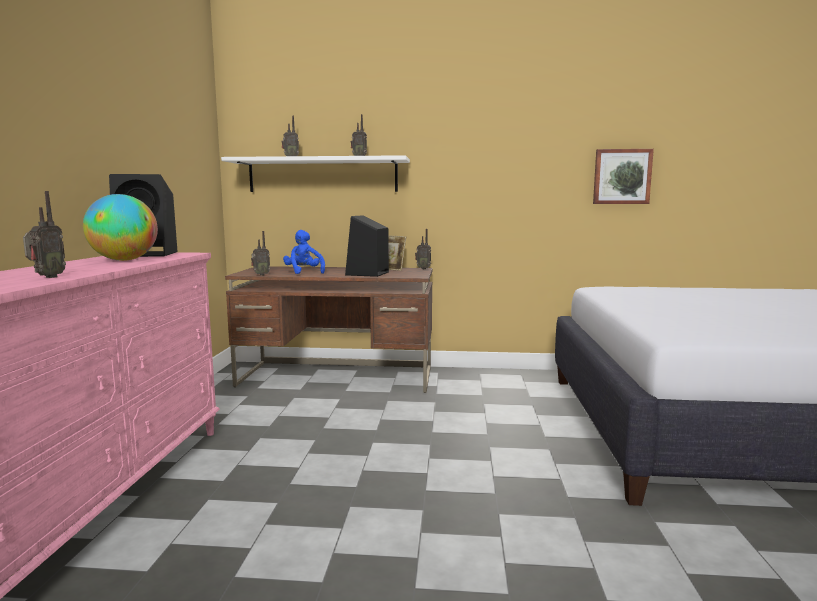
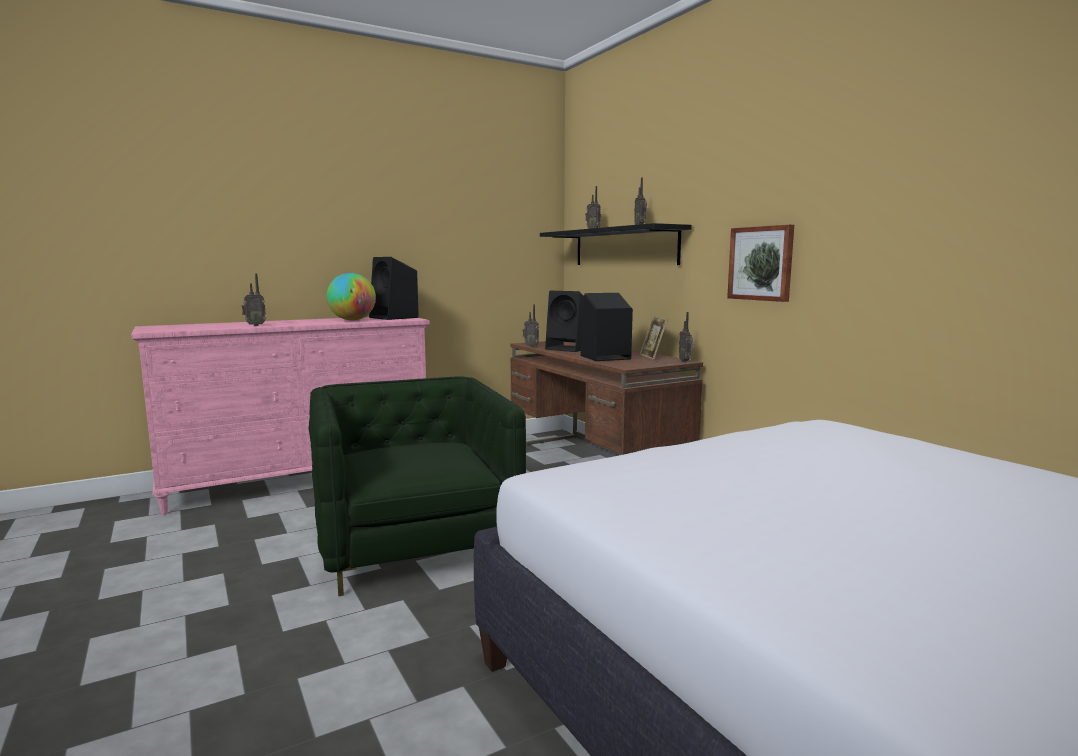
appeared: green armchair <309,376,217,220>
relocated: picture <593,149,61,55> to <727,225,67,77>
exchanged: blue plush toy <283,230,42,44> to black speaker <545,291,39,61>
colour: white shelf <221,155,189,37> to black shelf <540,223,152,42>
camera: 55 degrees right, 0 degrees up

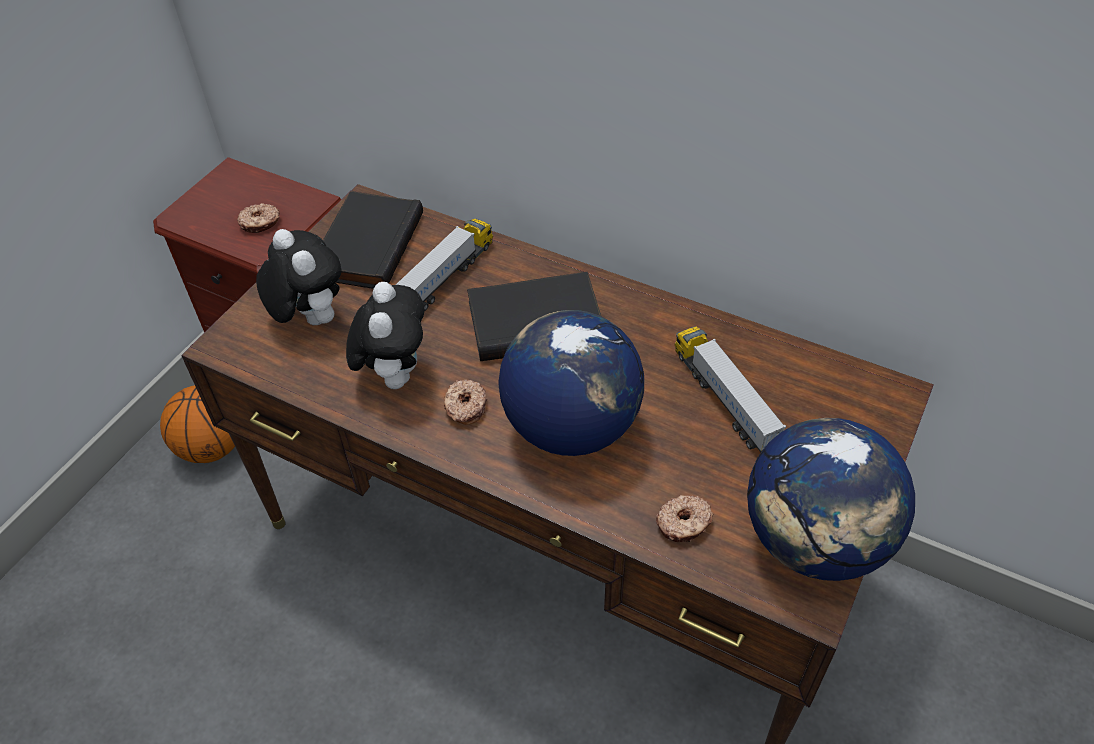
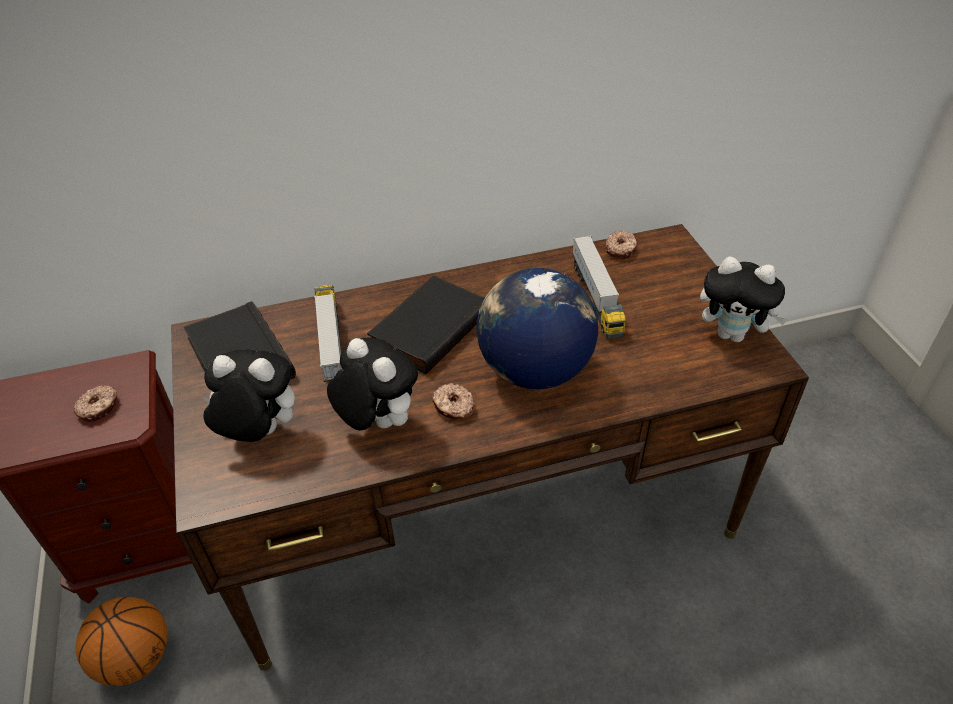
relocated: donut <656,495,57,47> to <606,230,31,29>
exchanged: globe <747,418,168,163> to plush toy <700,257,88,85>
spun: toy truck <675,327,111,125> = <572,236,54,102> 120 degrees counterclockwise
camera: 45 degrees left, 5 degrees down

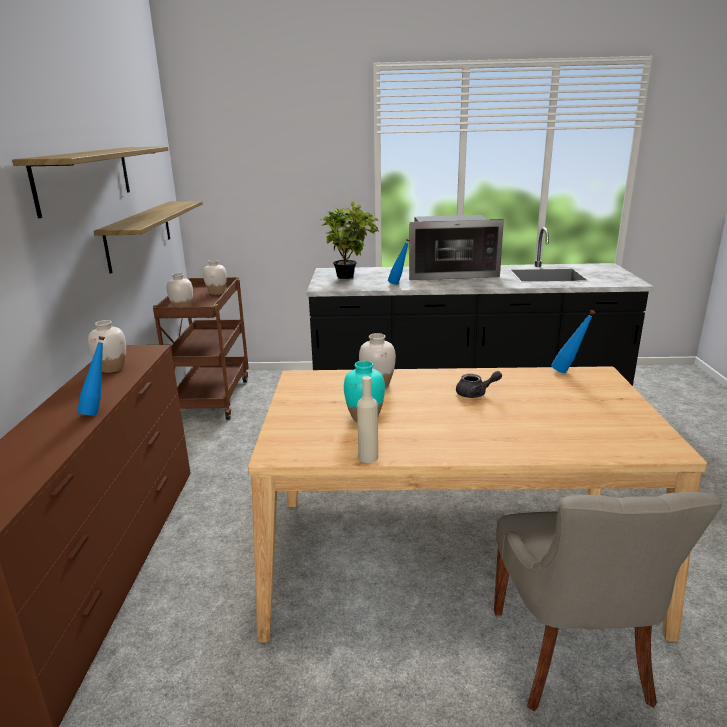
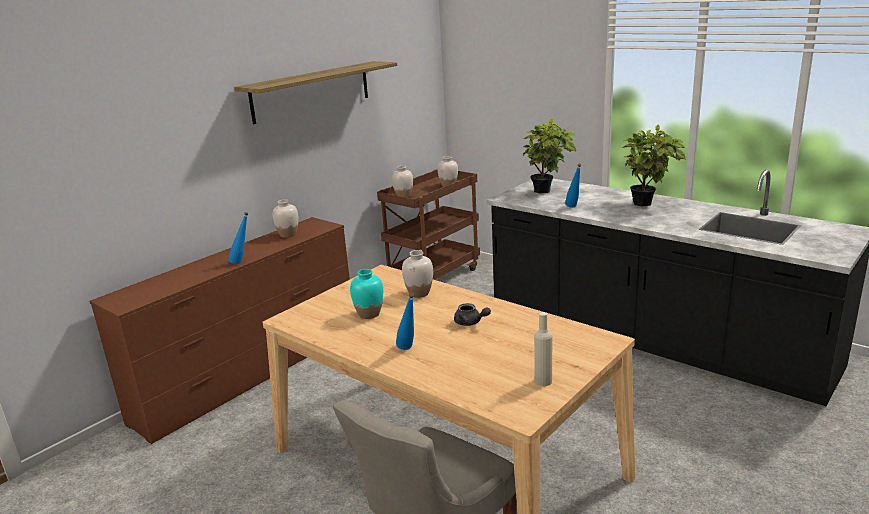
missing: shelf <94,201,109,72>
relocated: beige bottle <357,376,21,87> to <534,312,18,74>; blue bottle <551,310,44,63> to <396,293,18,57>
exchanged: microwave <409,215,95,65> to potted plant <622,125,64,82>
camera: 40 degrees right, 0 degrees up

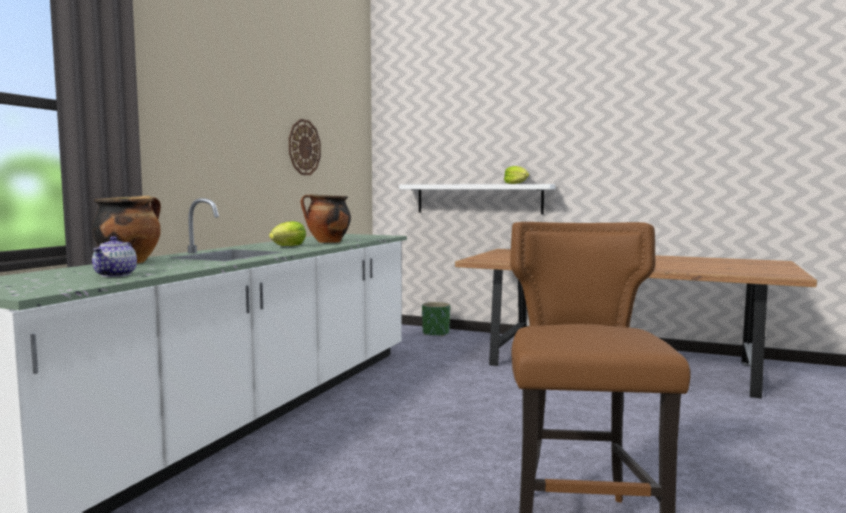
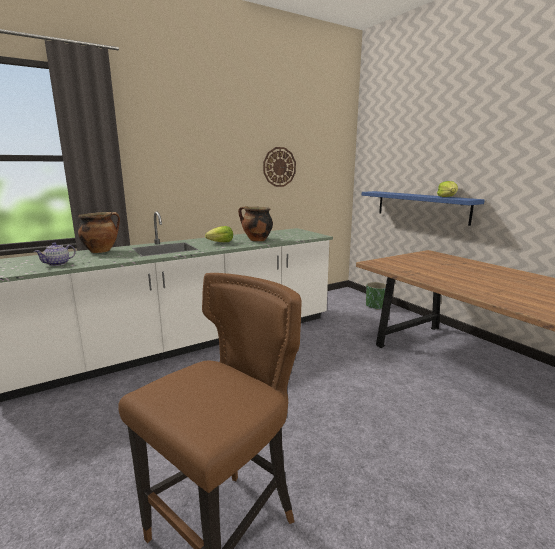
colour: white shelf <399,184,157,31> to blue shelf <362,191,123,35>
camera: 35 degrees right, 10 degrees up

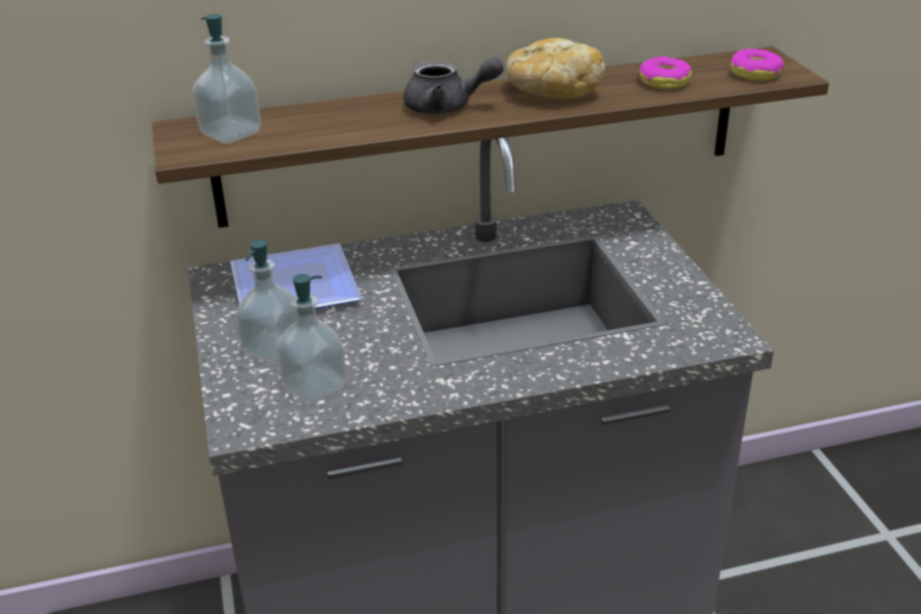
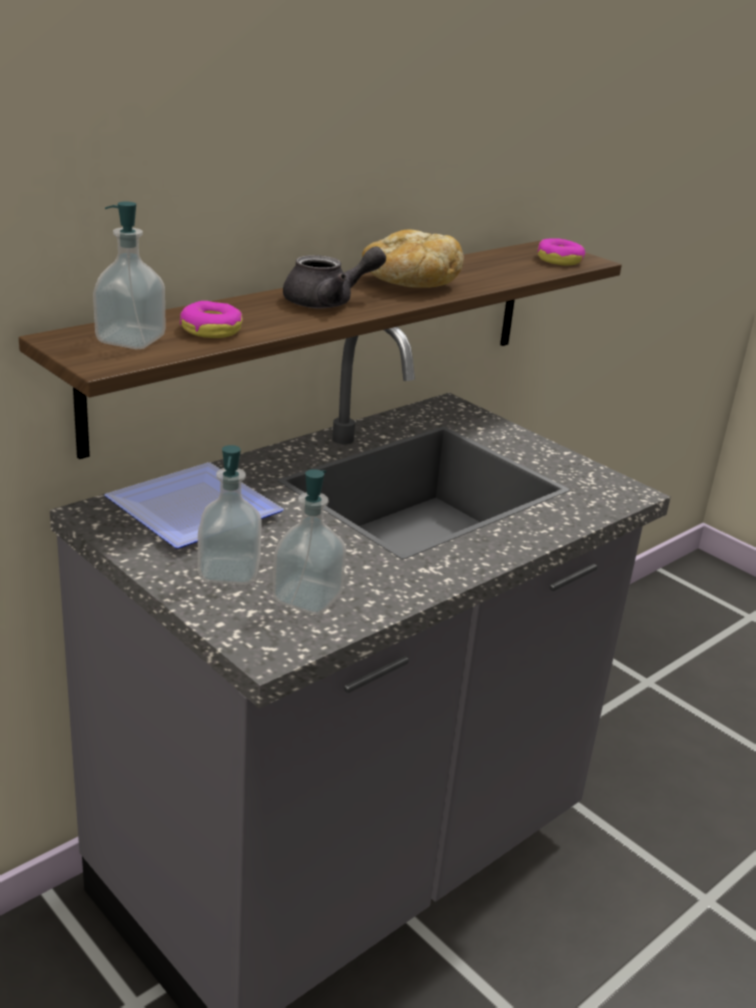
relocated: donut <638,56,54,33> to <180,301,63,37>
camera: 30 degrees left, 5 degrees down

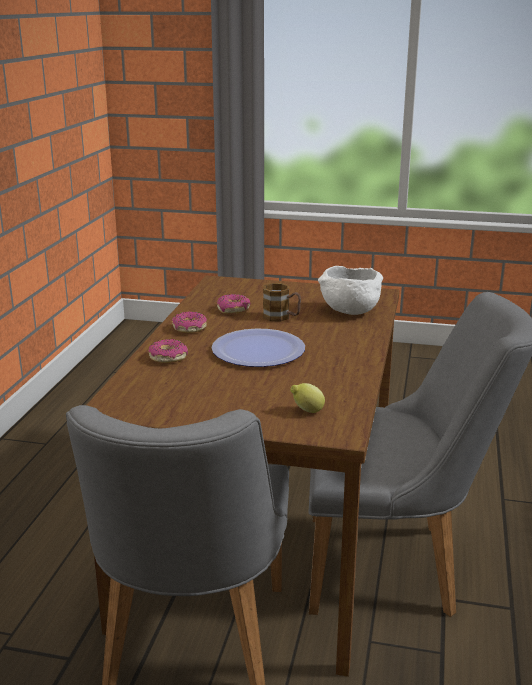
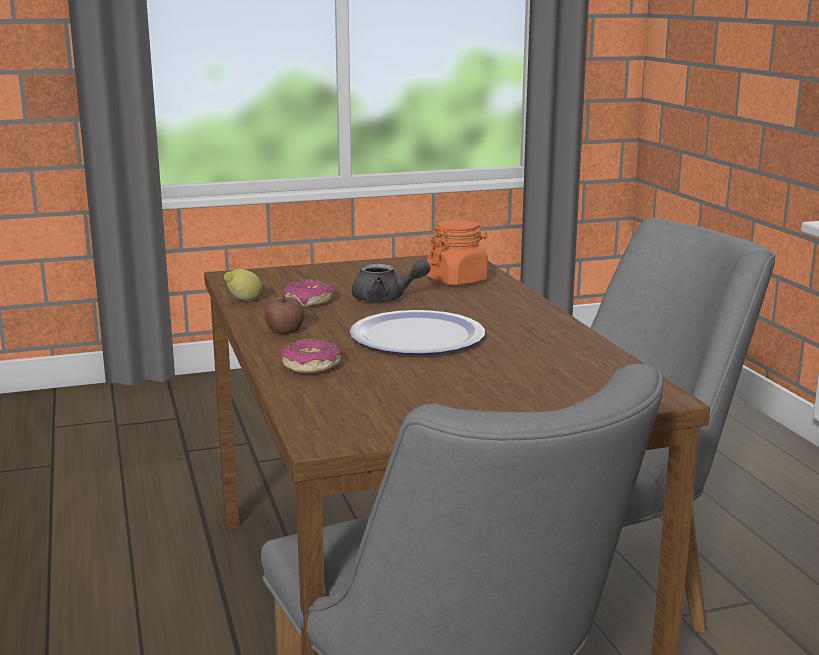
relocated: lemon <290,383,35,30> to <224,269,38,32>
exchanged: donut <172,311,35,22> to apple <264,295,40,39>; mug <263,283,38,39> to grey teapot <352,259,79,44>; white bowl <318,266,65,49> to orange jar <427,219,61,66>
camera: 30 degrees left, 5 degrees down

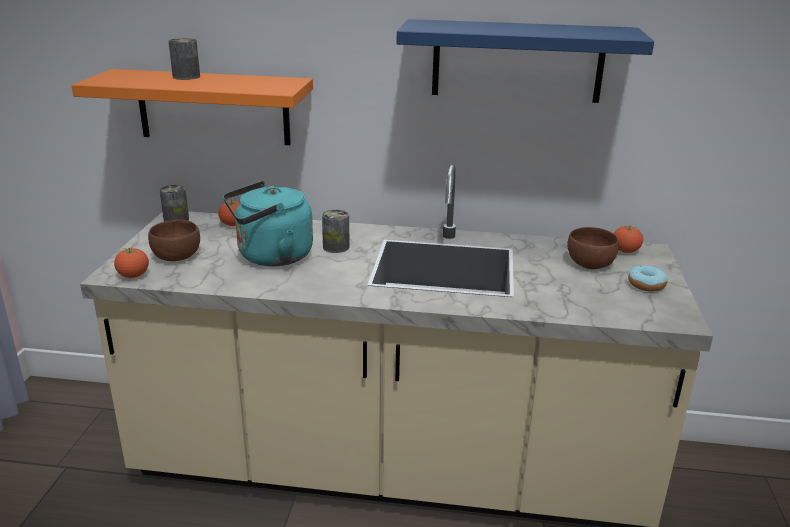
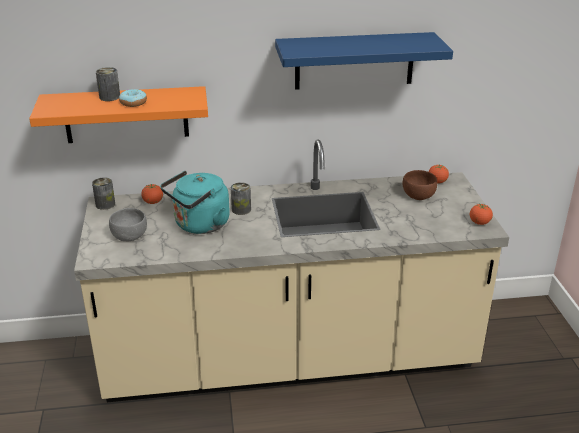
relocated: tomato <114,247,35,31> to <470,203,23,22>; donut <628,265,40,27> to <119,89,28,18>
colour: brown bowl <148,220,52,41> to grey bowl <109,208,38,33>
camera: 15 degrees left, 5 degrees up

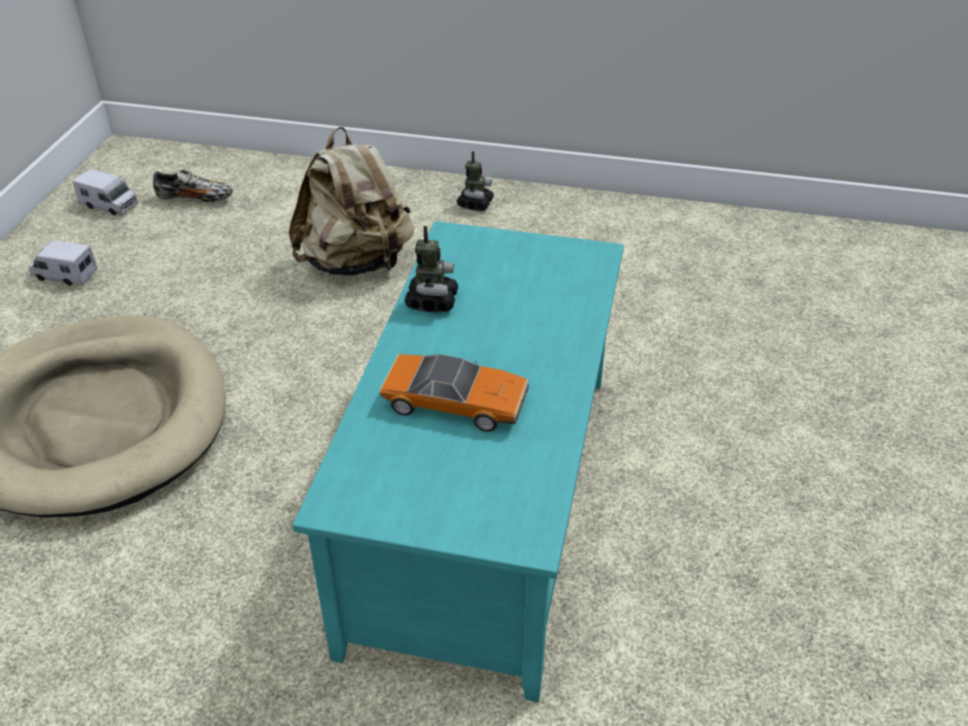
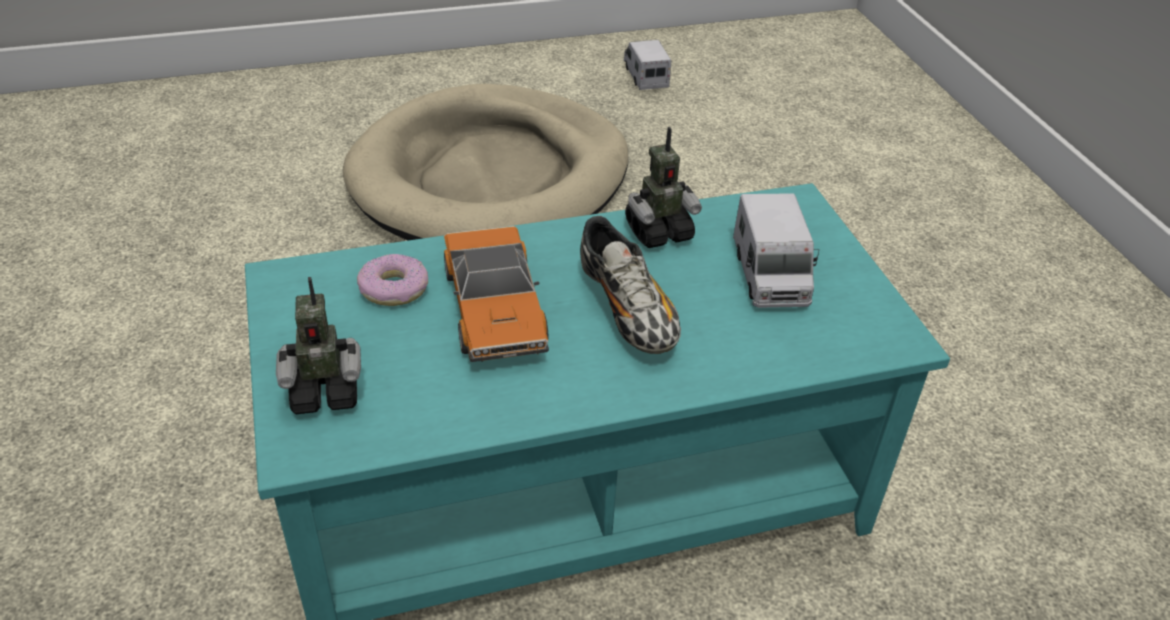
missing: beige backpack <289,127,125,149>
appeared: donut <357,254,71,52>
relocated: toy truck <72,169,66,46> to <733,193,86,115>; shoe <153,170,80,32> to <580,216,101,138>; toy robot <457,151,37,60> to <276,277,85,137>
camera: 60 degrees right, 0 degrees up

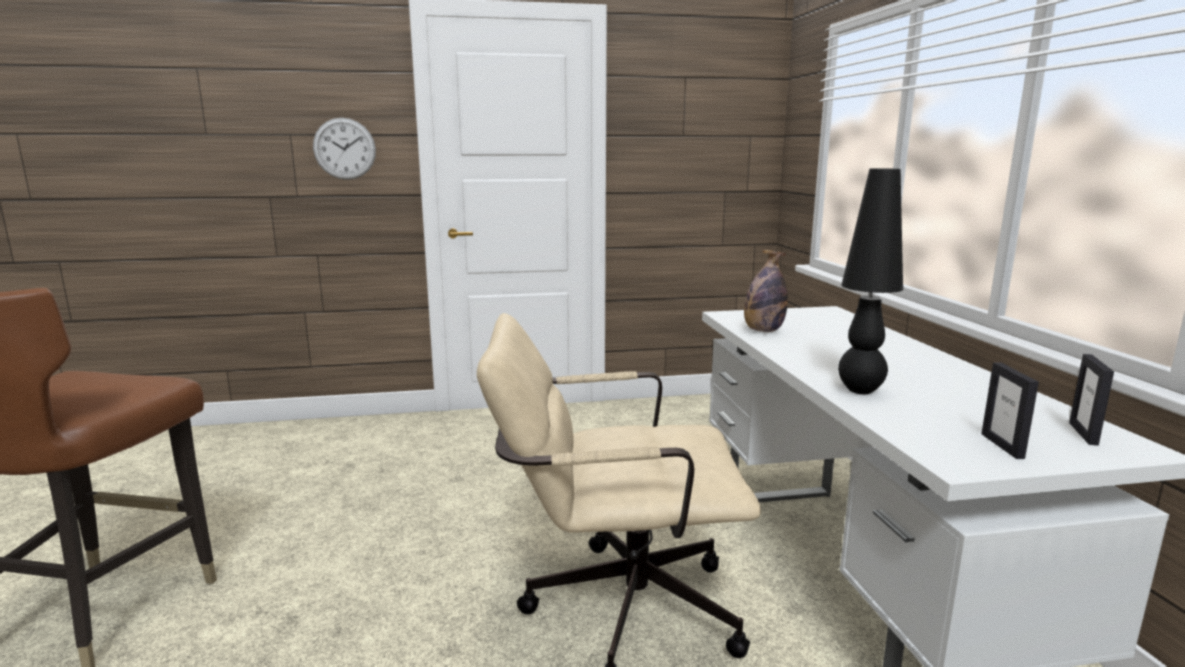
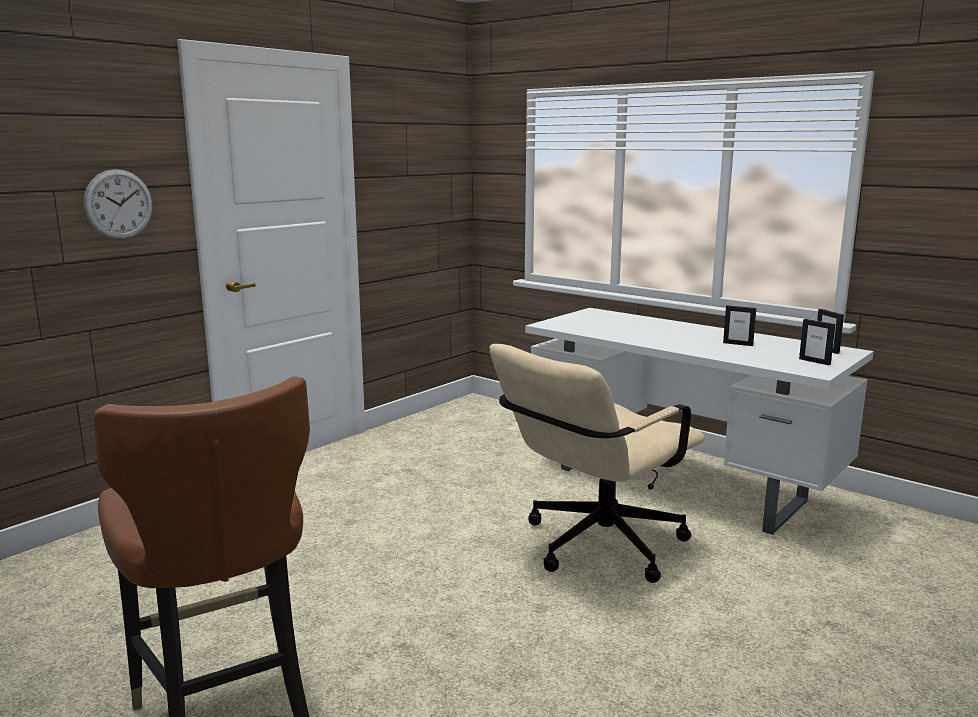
missing: bottle <744,250,44,82>; black table lamp <838,168,65,226>
appeared: picture frame <723,305,33,41>
camera: 40 degrees left, 0 degrees up

